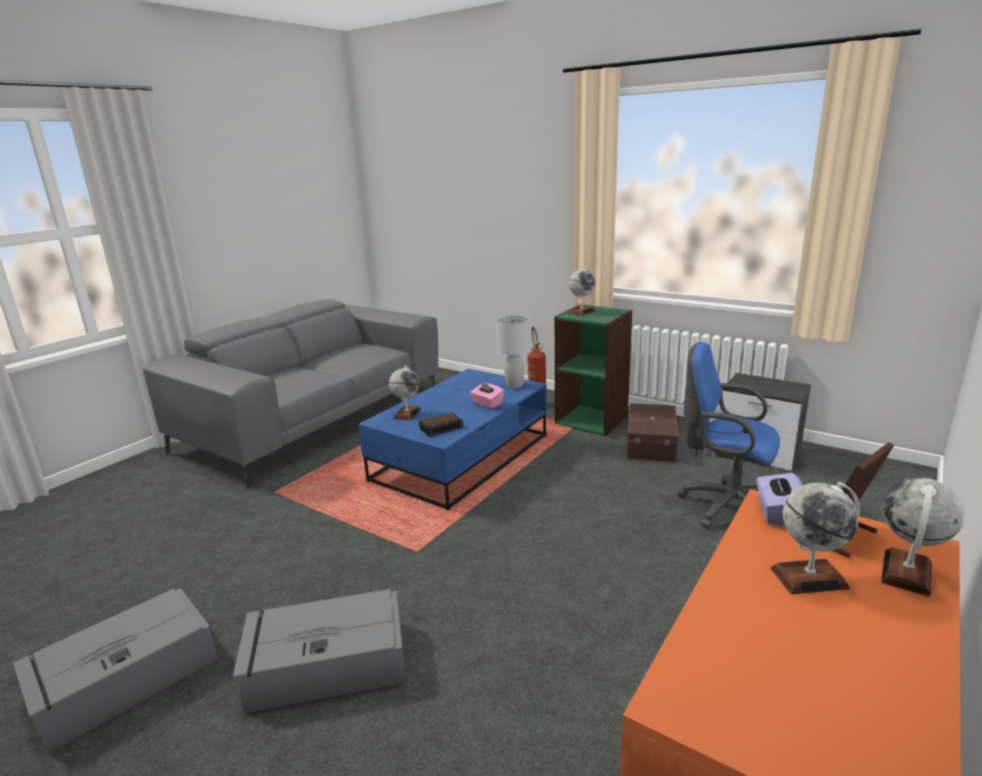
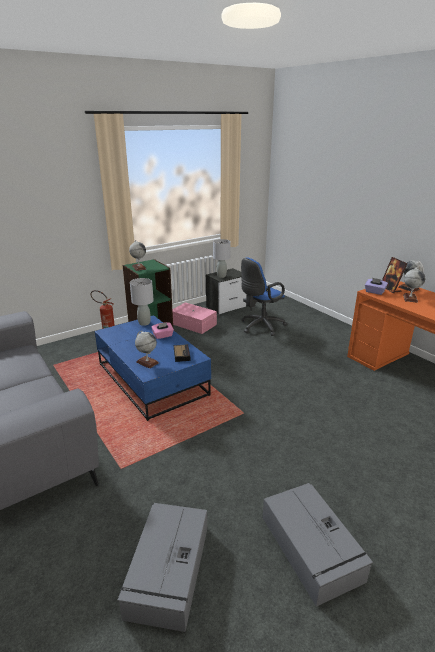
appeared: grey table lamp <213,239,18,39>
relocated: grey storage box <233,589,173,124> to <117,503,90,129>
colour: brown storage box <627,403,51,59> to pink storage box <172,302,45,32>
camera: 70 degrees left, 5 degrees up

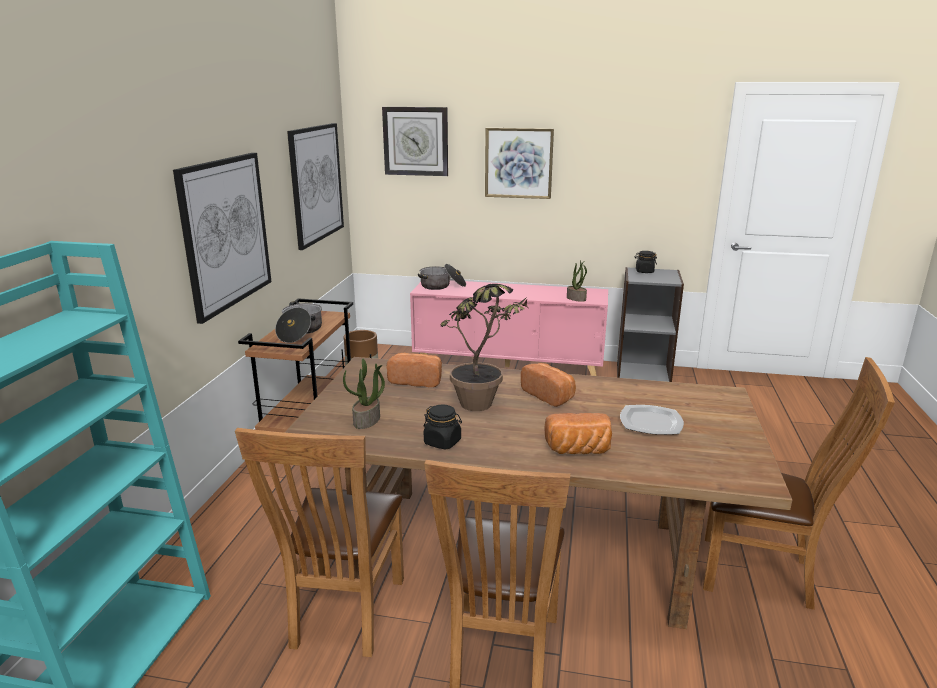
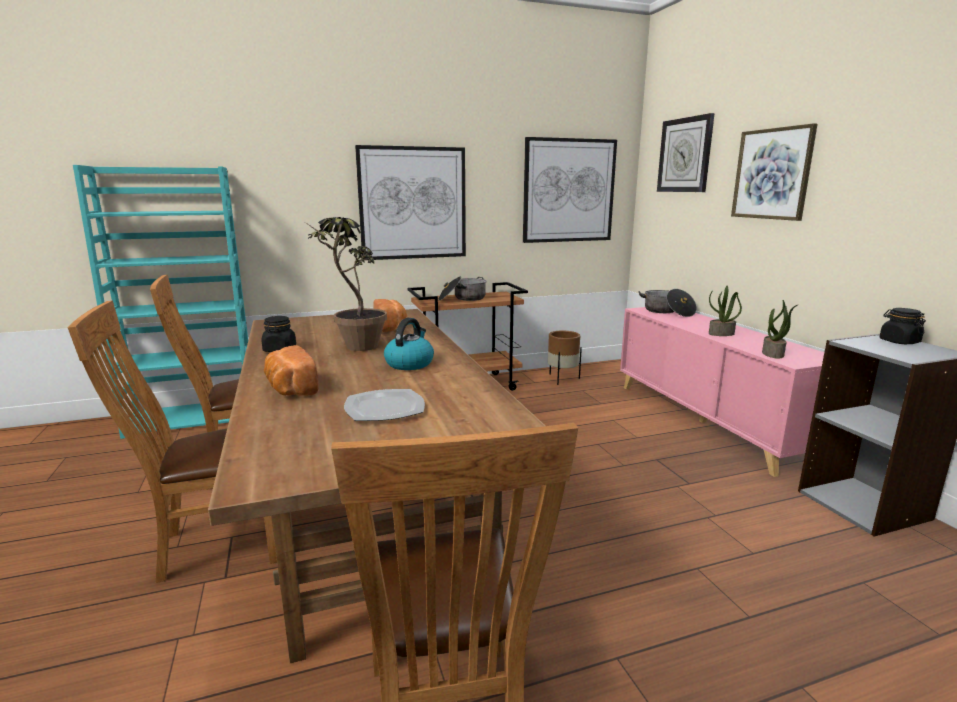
relocated: potted plant <343,359,42,70> to <709,286,33,50>
exchanged: bread <521,363,55,44> to kettle <384,318,50,52>
camera: 60 degrees right, 5 degrees down

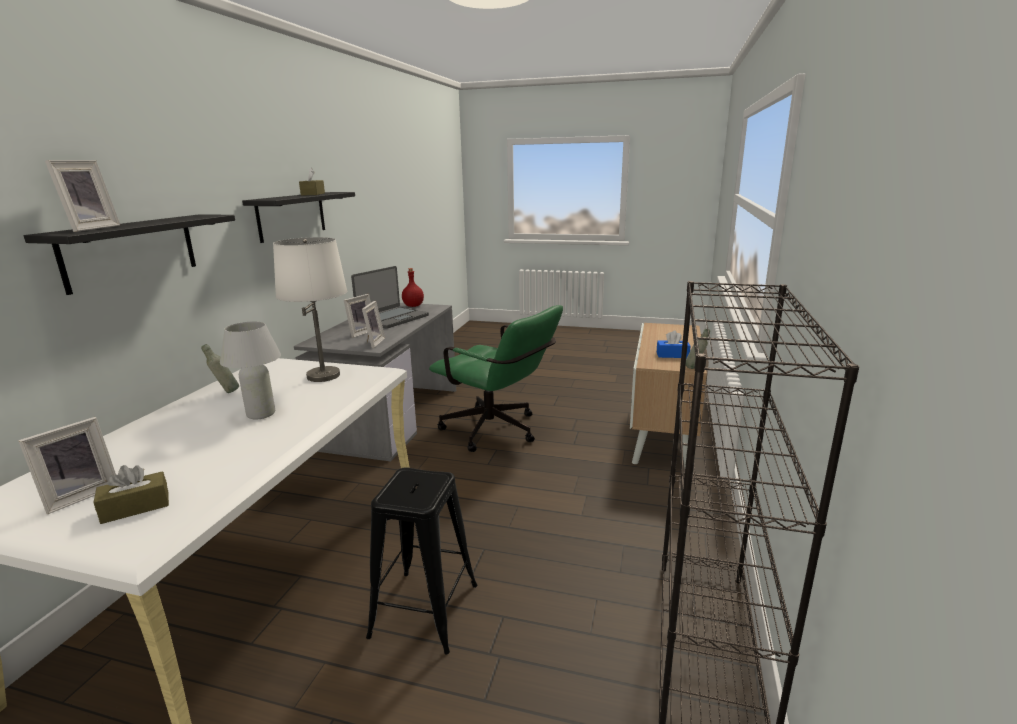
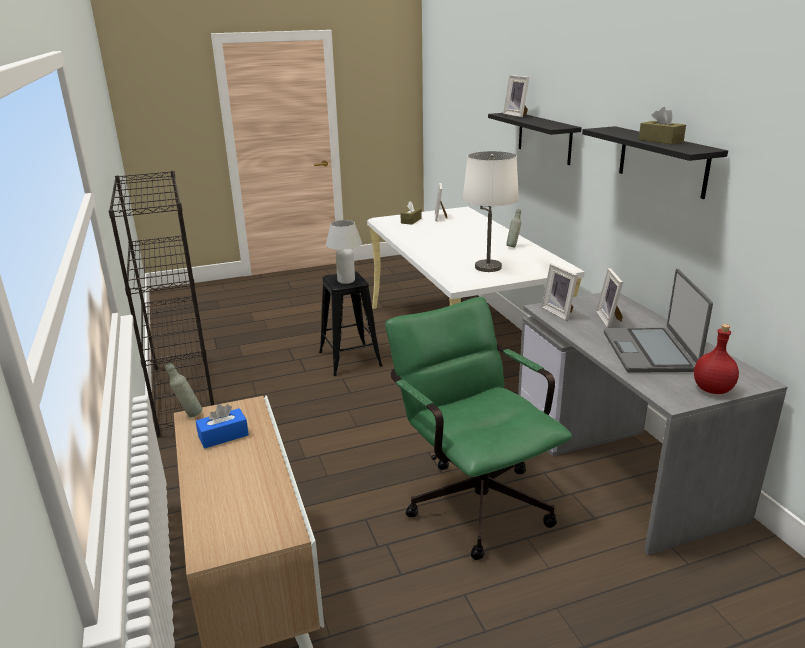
relocated: white table lamp <220,321,61,98> to <326,220,36,64>
spun: green office chair <429,305,134,147> = <385,297,187,263> 60 degrees clockwise
camera: 145 degrees right, 5 degrees up

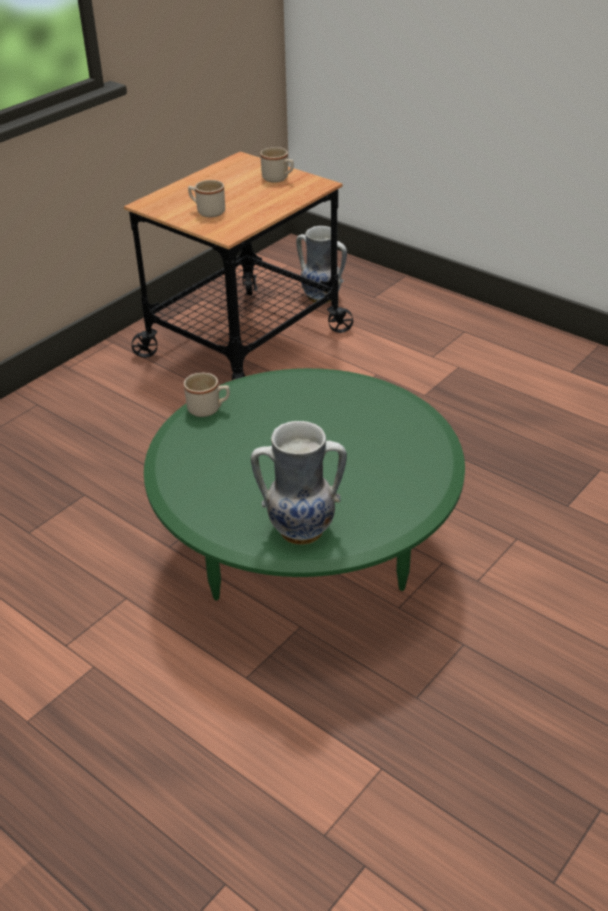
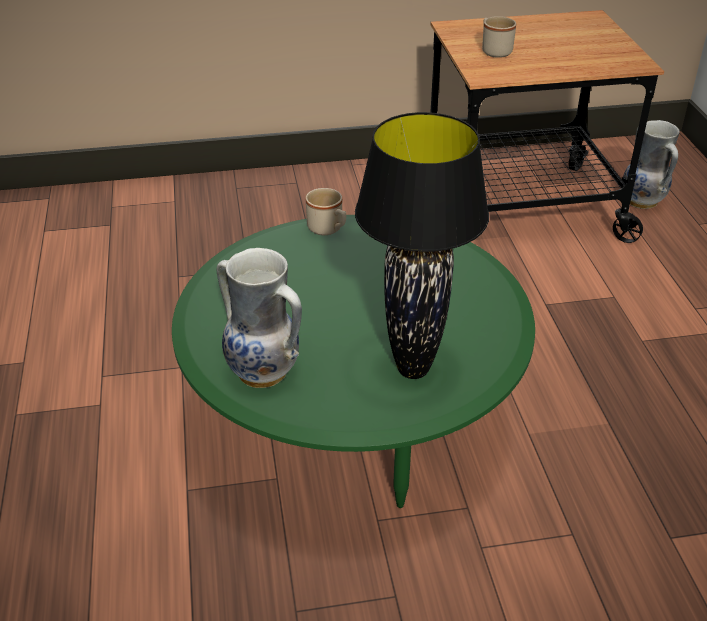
missing: beige mug <260,147,34,35>
appeared: black table lamp <355,112,134,267>
camera: 40 degrees right, 0 degrees up

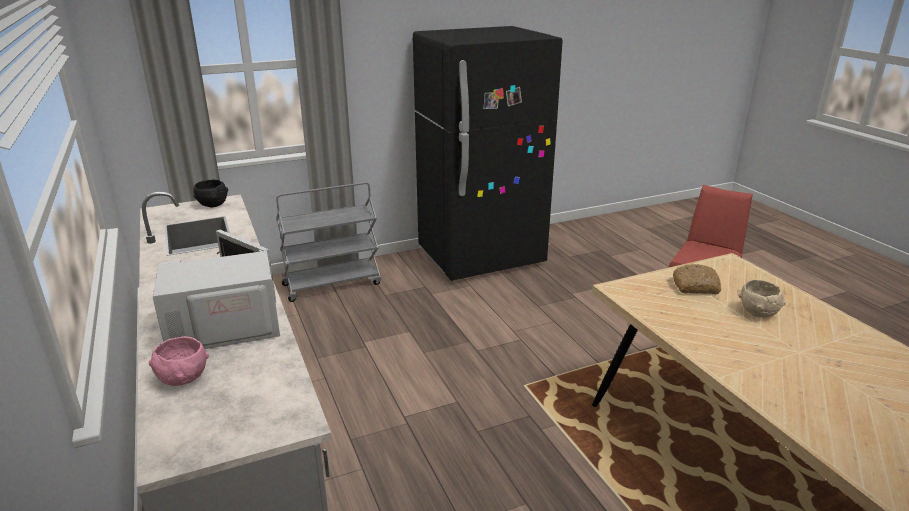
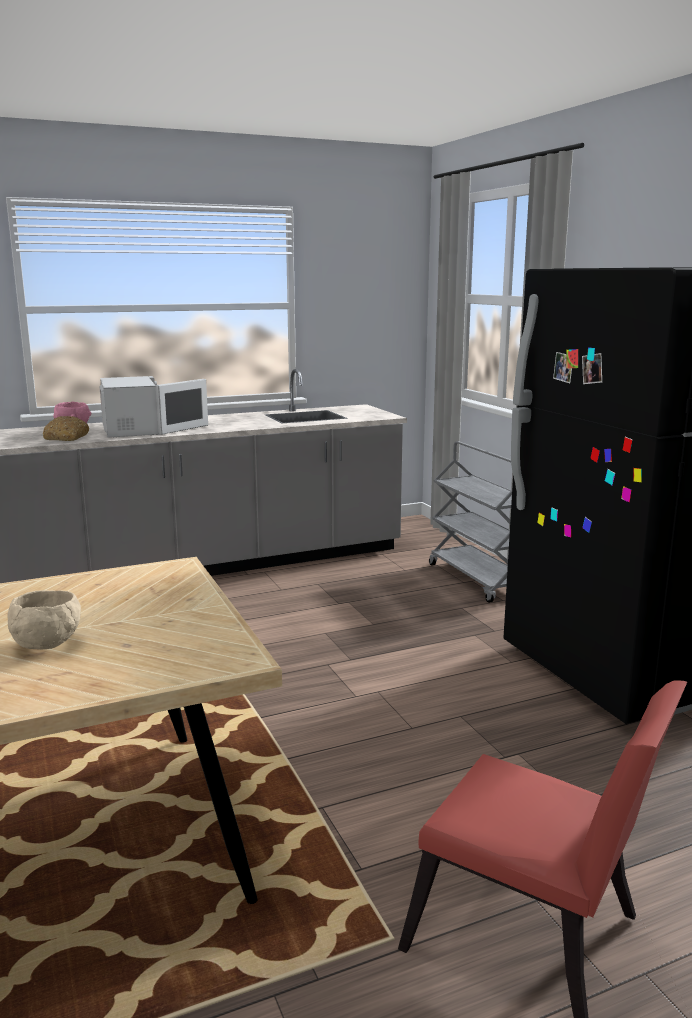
missing: black bowl <194,179,34,28>
relocated: bread <673,264,48,30> to <43,416,46,25>
camera: 90 degrees right, 10 degrees down

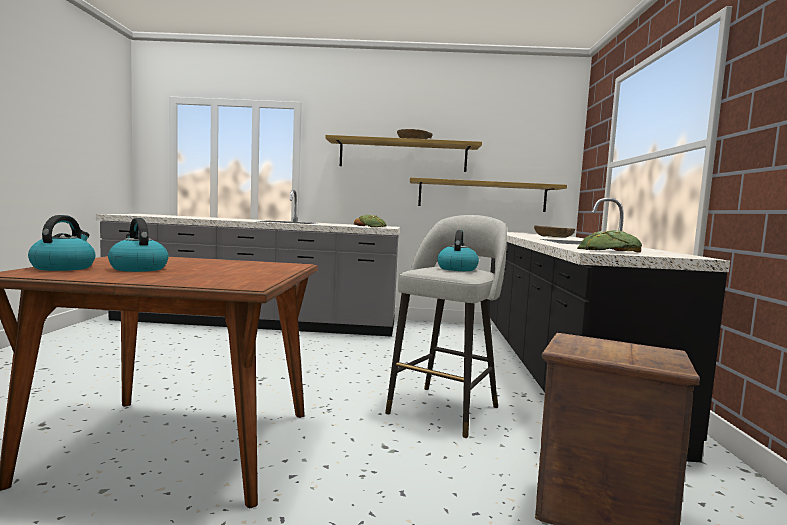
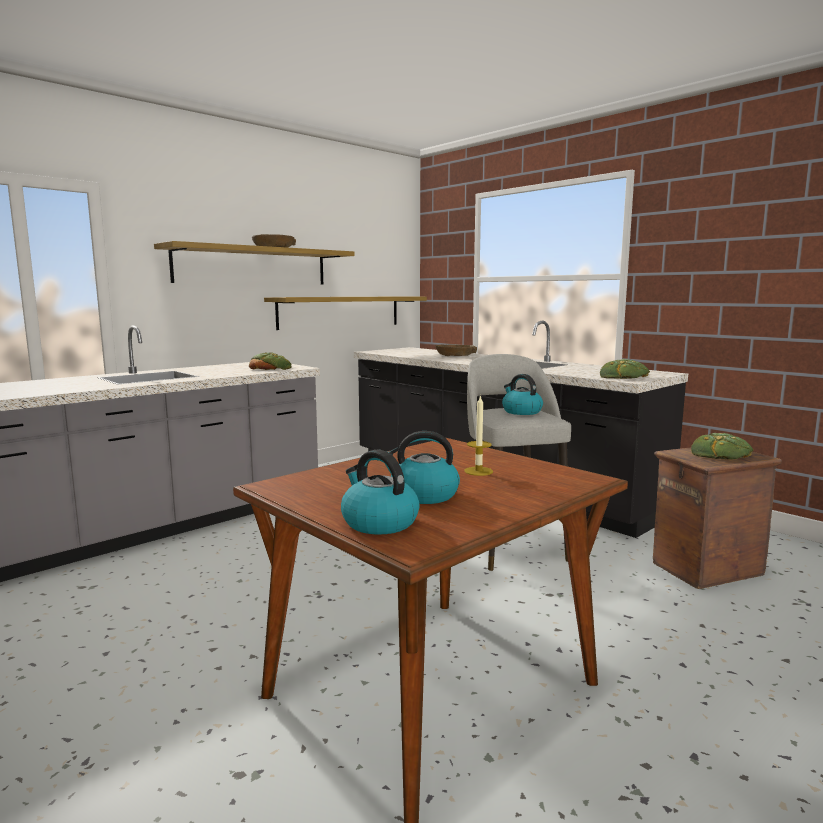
appeared: candle <464,395,29,81>; bread <691,433,63,27>
camera: 45 degrees left, 5 degrees up

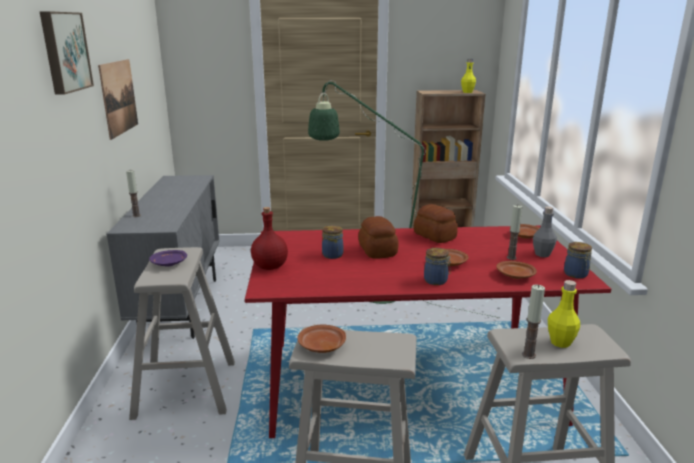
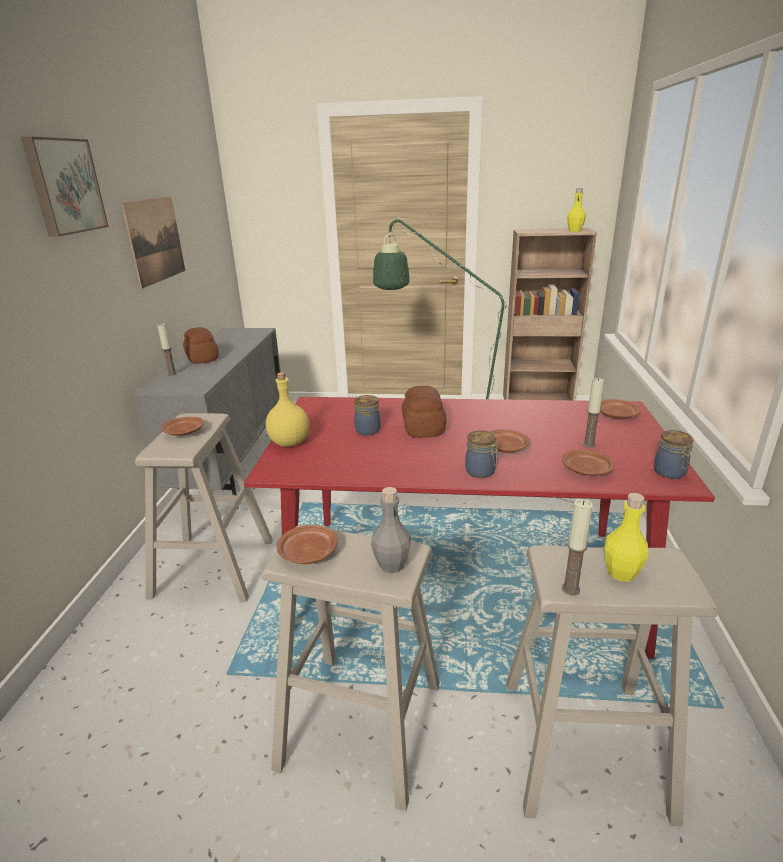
relocated: bread <414,204,44,39> to <183,327,36,37>; grey bottle <533,206,24,51> to <371,487,40,86>
colour: purple plate <149,250,38,16> to brown plate <161,417,43,19>; red bottle <251,207,37,63> to yellow bottle <266,372,43,75>
camera: 10 degrees right, 5 degrees up

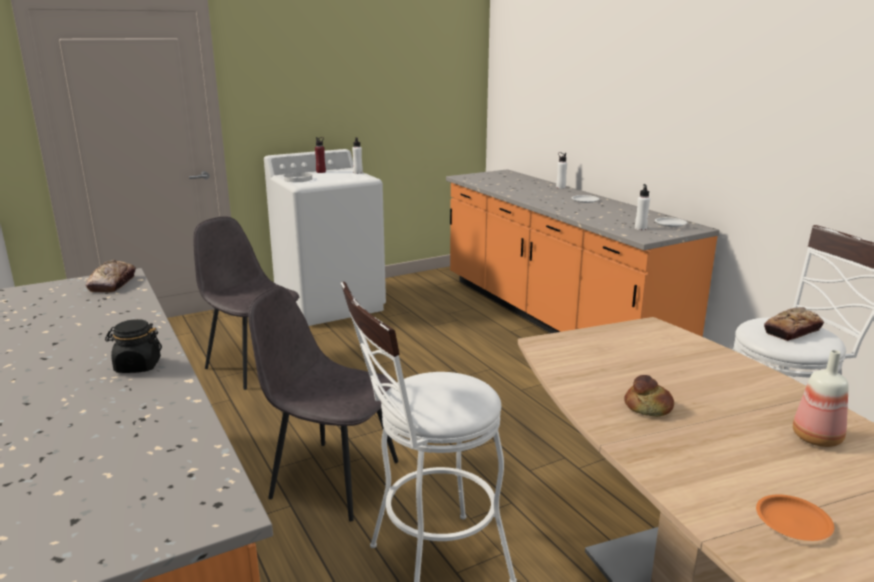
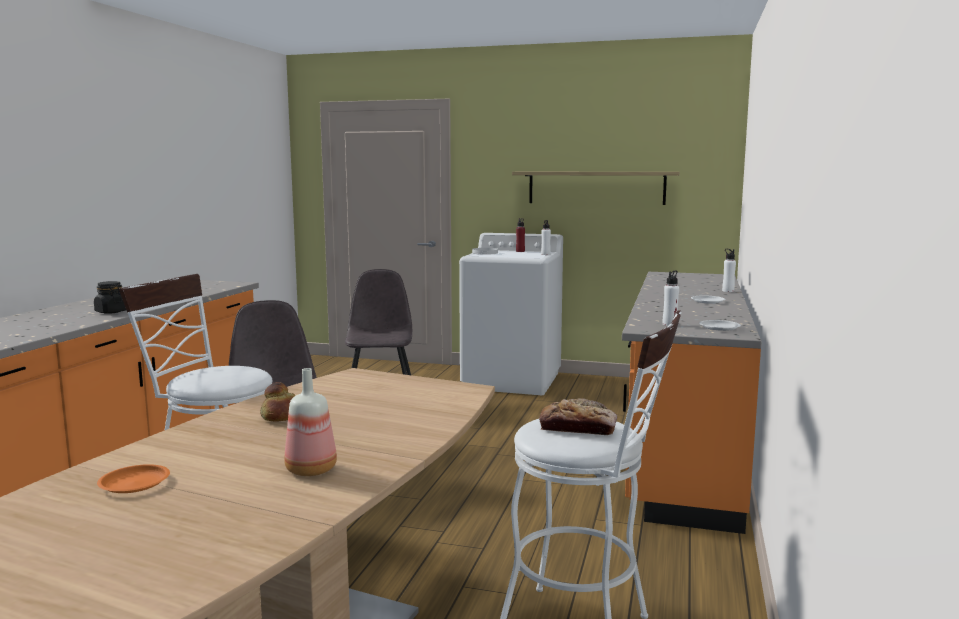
missing: bread <86,260,50,33>
appeared: shelf <512,172,168,33>
camera: 45 degrees right, 10 degrees down

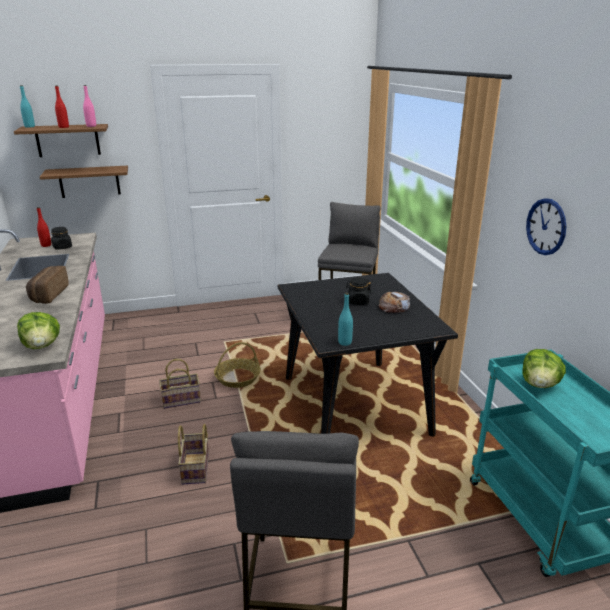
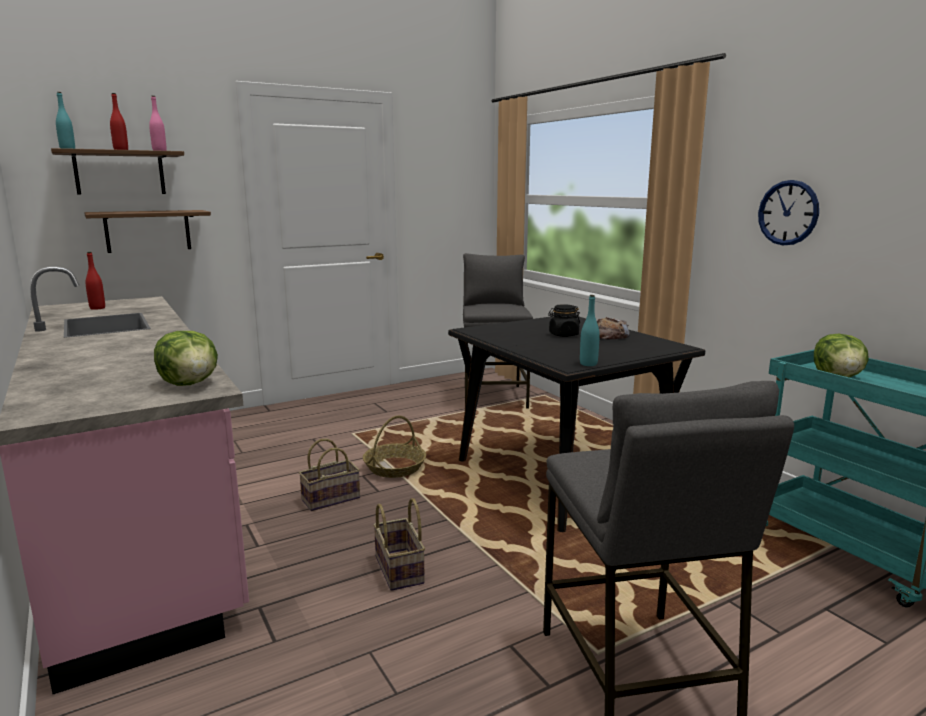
missing: bread <26,266,43,38>; black jar <51,227,21,23>
camera: 15 degrees left, 10 degrees down

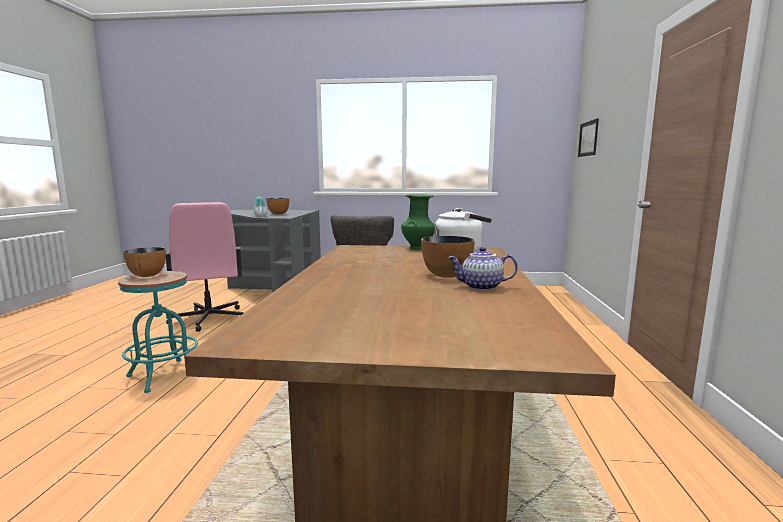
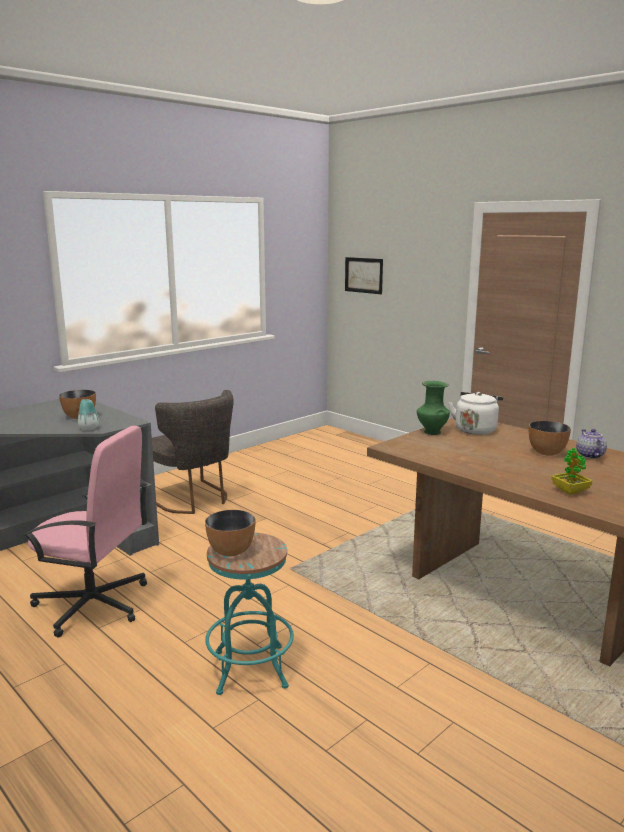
appeared: potted plant <551,448,41,47>
spun: teapot <448,247,70,44> = <576,429,31,30> 135 degrees clockwise
camera: 50 degrees left, 5 degrees up

